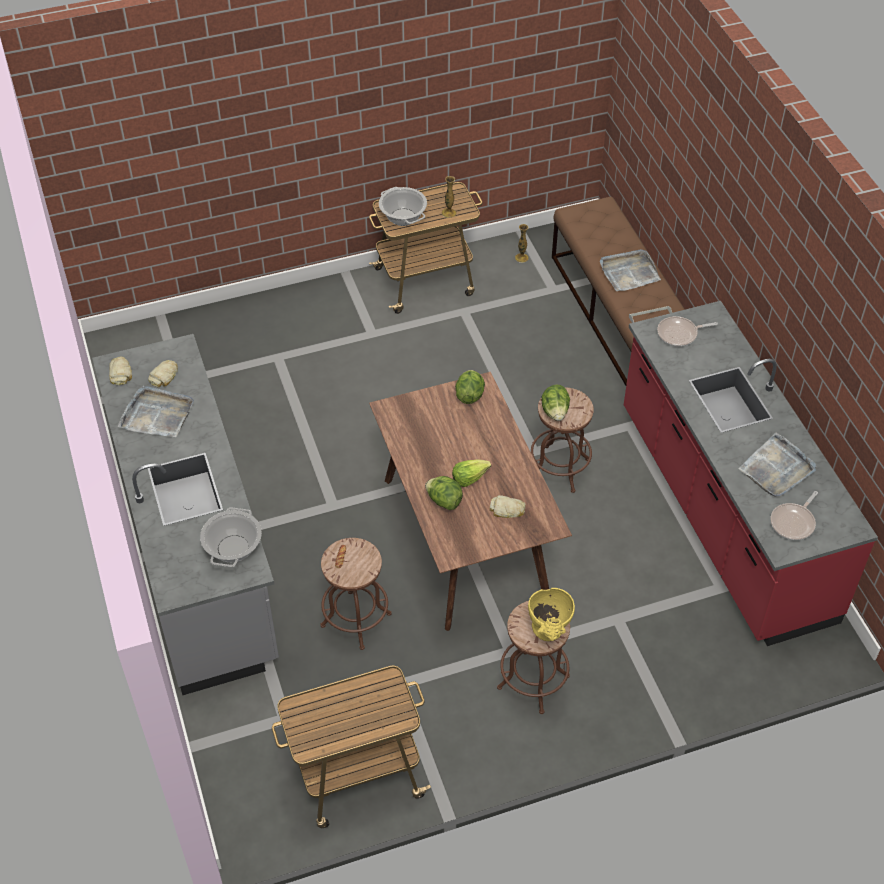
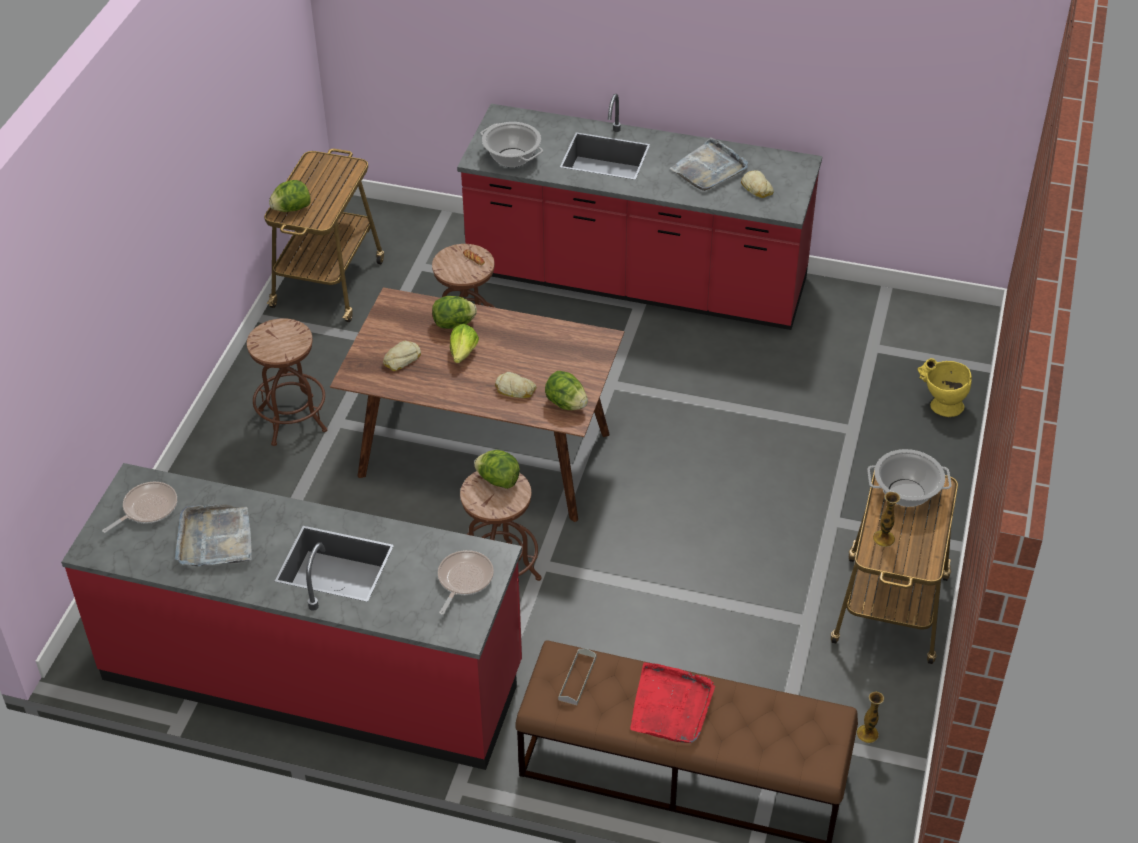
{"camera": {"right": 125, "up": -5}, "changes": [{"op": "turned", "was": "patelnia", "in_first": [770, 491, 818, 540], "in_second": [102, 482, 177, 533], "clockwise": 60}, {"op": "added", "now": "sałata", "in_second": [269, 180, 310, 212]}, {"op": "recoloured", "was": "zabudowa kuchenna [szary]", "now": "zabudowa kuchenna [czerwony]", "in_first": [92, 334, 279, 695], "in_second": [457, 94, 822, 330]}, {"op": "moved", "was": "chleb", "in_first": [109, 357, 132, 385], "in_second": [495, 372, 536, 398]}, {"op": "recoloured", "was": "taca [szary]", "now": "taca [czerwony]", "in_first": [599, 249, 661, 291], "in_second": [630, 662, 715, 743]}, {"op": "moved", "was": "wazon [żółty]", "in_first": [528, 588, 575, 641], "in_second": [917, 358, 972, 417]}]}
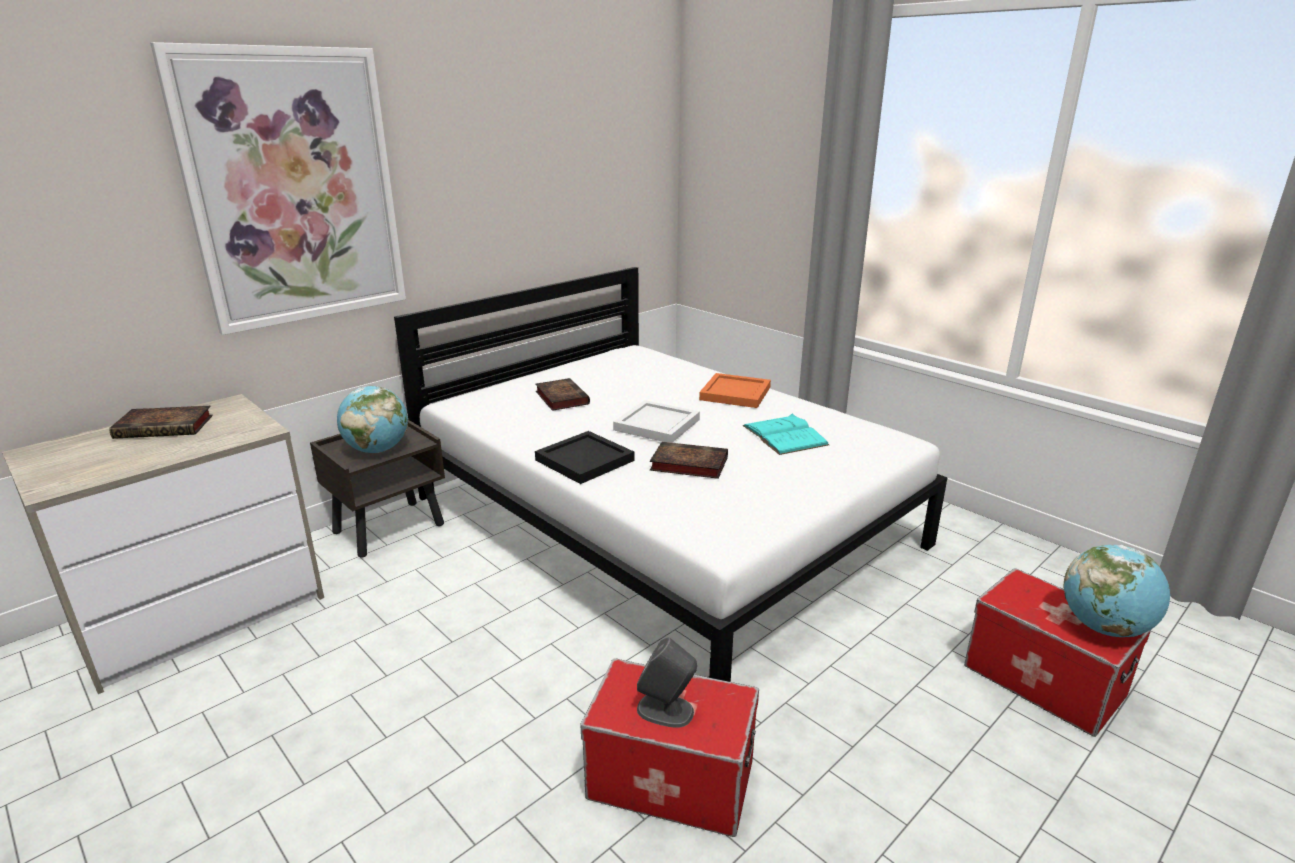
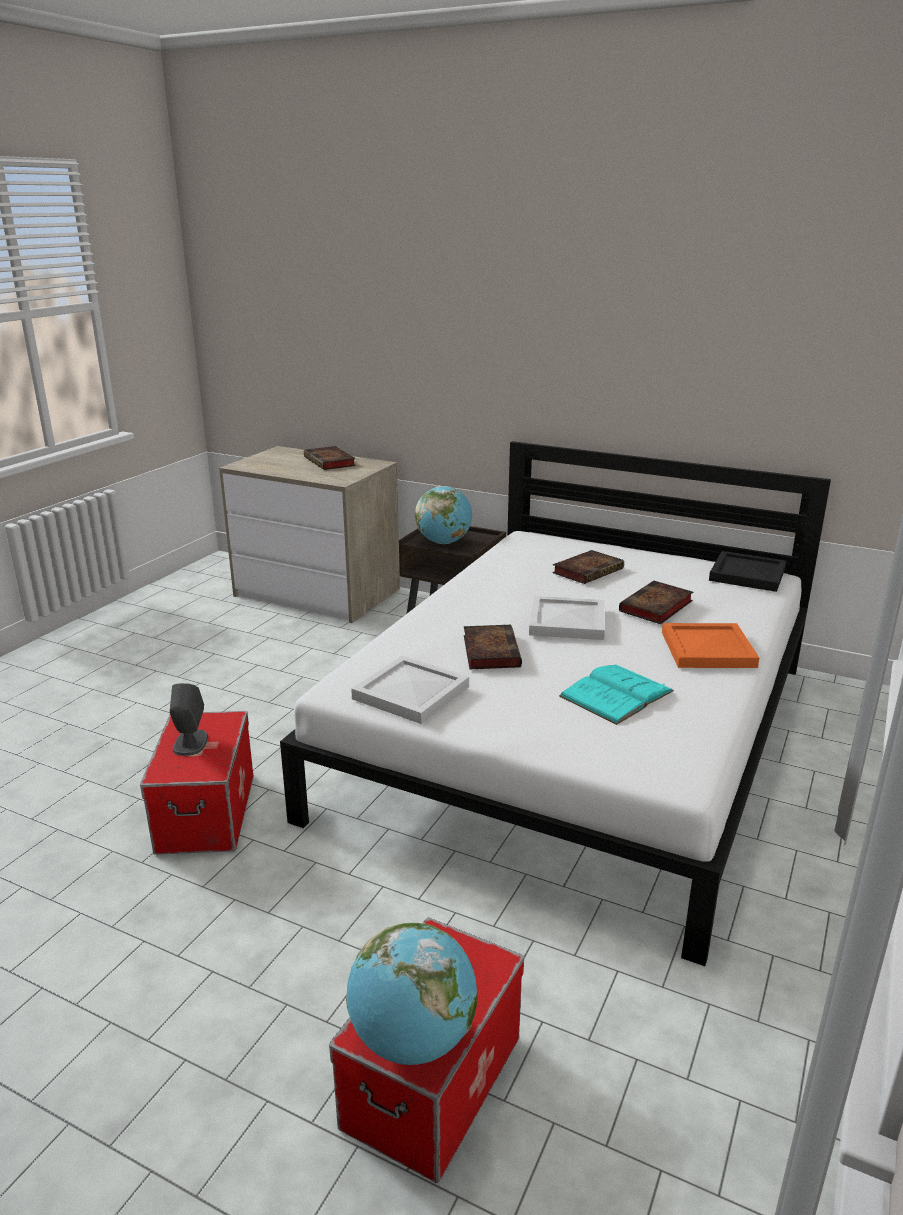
{"camera": {"right": 70, "up": 0}, "changes": [{"op": "added", "now": "taca [biały]", "in_second": [351, 656, 469, 724]}, {"op": "added", "now": "książka", "in_second": [619, 580, 693, 624]}, {"op": "moved", "was": "taca [czarny]", "in_first": [535, 431, 634, 484], "in_second": [709, 551, 786, 592]}, {"op": "removed", "was": "obraz", "in_first": [150, 42, 406, 335]}]}
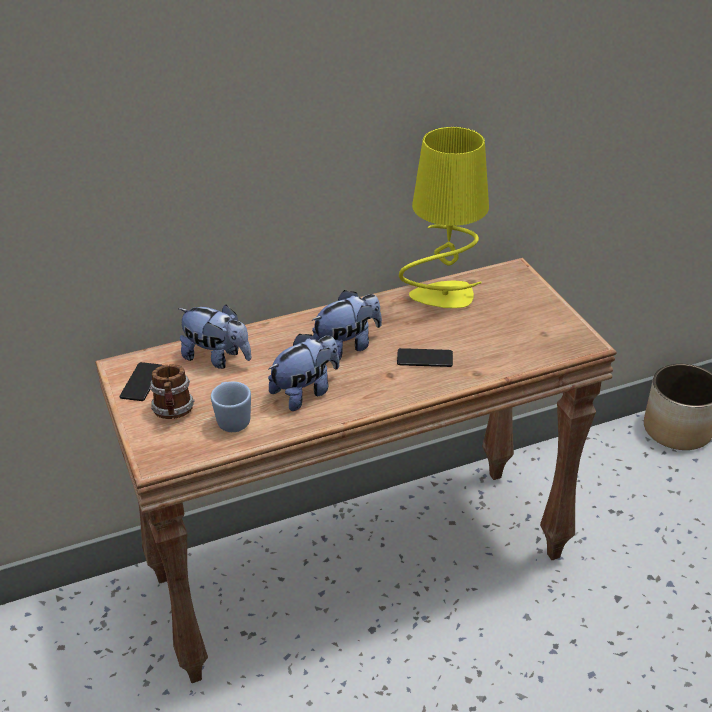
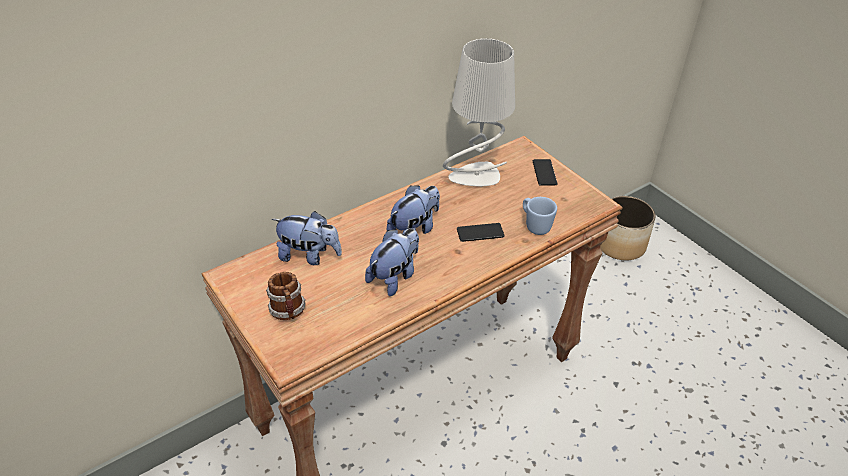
{"camera": {"right": -15, "up": 5}, "changes": [{"op": "recoloured", "was": "lampa stołowa [żółty]", "now": "lampa stołowa [szary]", "in_first": [399, 127, 489, 308], "in_second": [443, 39, 515, 187]}, {"op": "moved", "was": "kubek [niebieski]", "in_first": [211, 382, 251, 432], "in_second": [523, 197, 557, 235]}, {"op": "moved", "was": "telefon", "in_first": [120, 362, 162, 401], "in_second": [533, 159, 557, 186]}]}
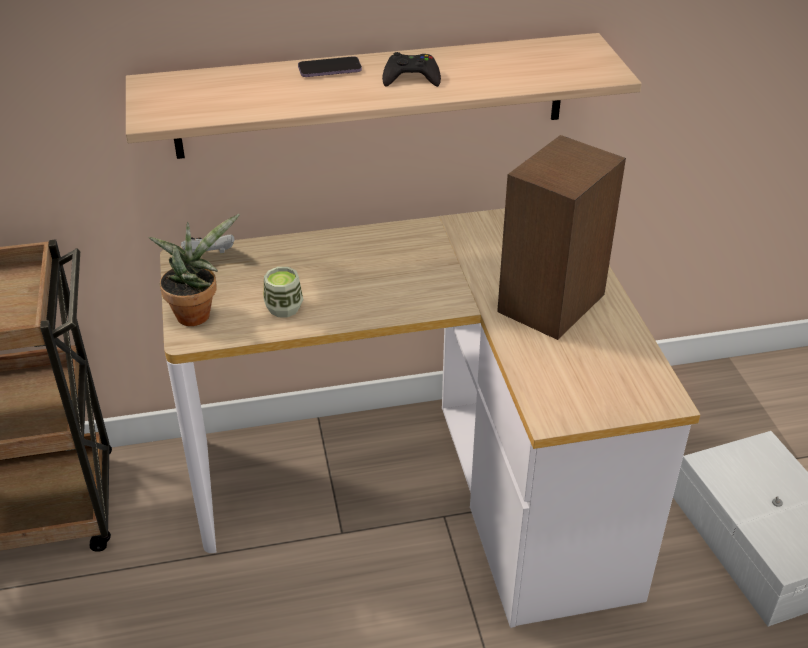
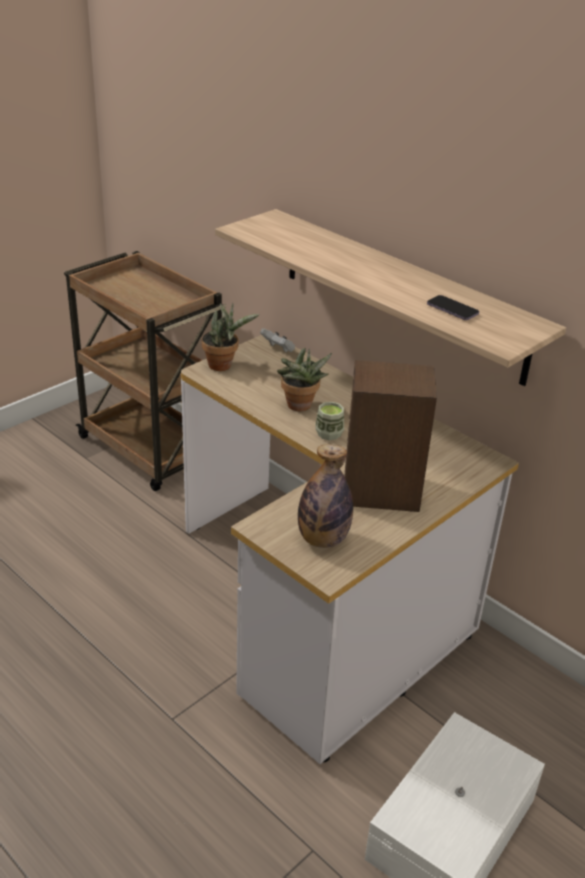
{"camera": {"right": 55, "up": -5}, "changes": [{"op": "added", "now": "roślina doniczkowa", "in_second": [277, 347, 332, 411]}, {"op": "added", "now": "butelka", "in_second": [298, 444, 353, 548]}, {"op": "moved", "was": "filiżanka", "in_first": [264, 267, 303, 317], "in_second": [315, 402, 344, 440]}, {"op": "moved", "was": "telefon", "in_first": [298, 56, 362, 77], "in_second": [427, 295, 479, 320]}, {"op": "removed", "was": "pad do gier [czarny]", "in_first": [382, 52, 441, 87]}]}
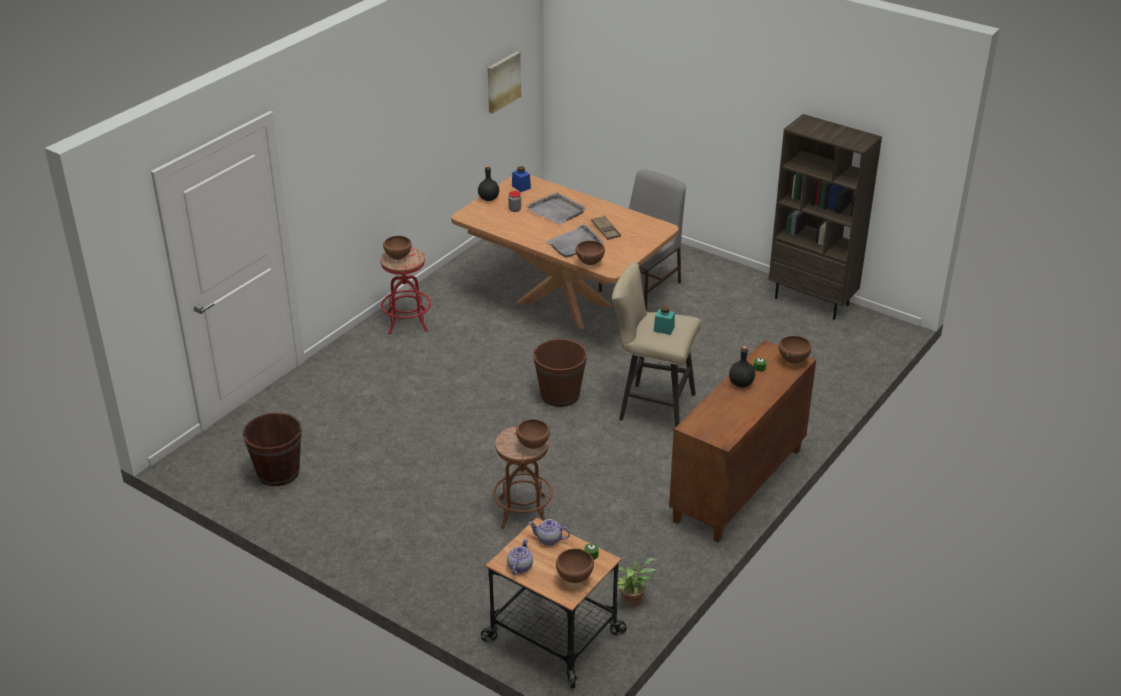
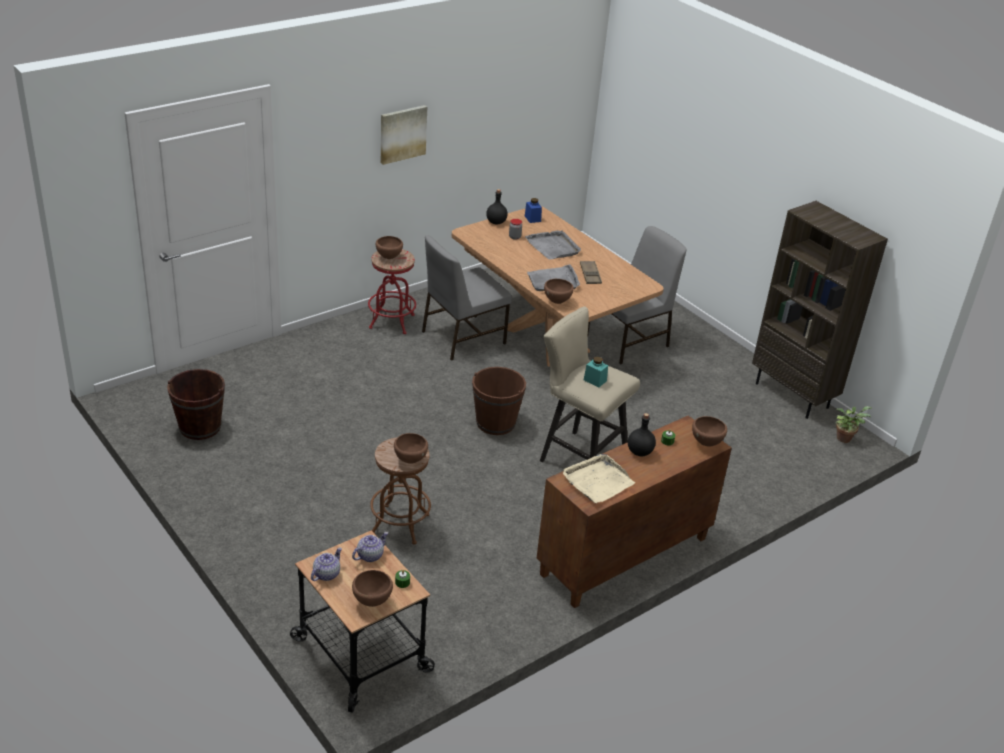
{"camera": {"right": 15, "up": 0}, "changes": [{"op": "turned", "was": "imbryk", "in_first": [529, 519, 570, 546], "in_second": [352, 532, 388, 562], "clockwise": 105}, {"op": "moved", "was": "obraz", "in_first": [488, 51, 521, 114], "in_second": [381, 105, 427, 165]}, {"op": "added", "now": "krzesło [szary]", "in_second": [422, 235, 512, 361]}, {"op": "added", "now": "taca [beżowy]", "in_second": [563, 454, 635, 504]}, {"op": "moved", "was": "roślina doniczkowa", "in_first": [617, 558, 656, 607], "in_second": [835, 406, 872, 443]}]}
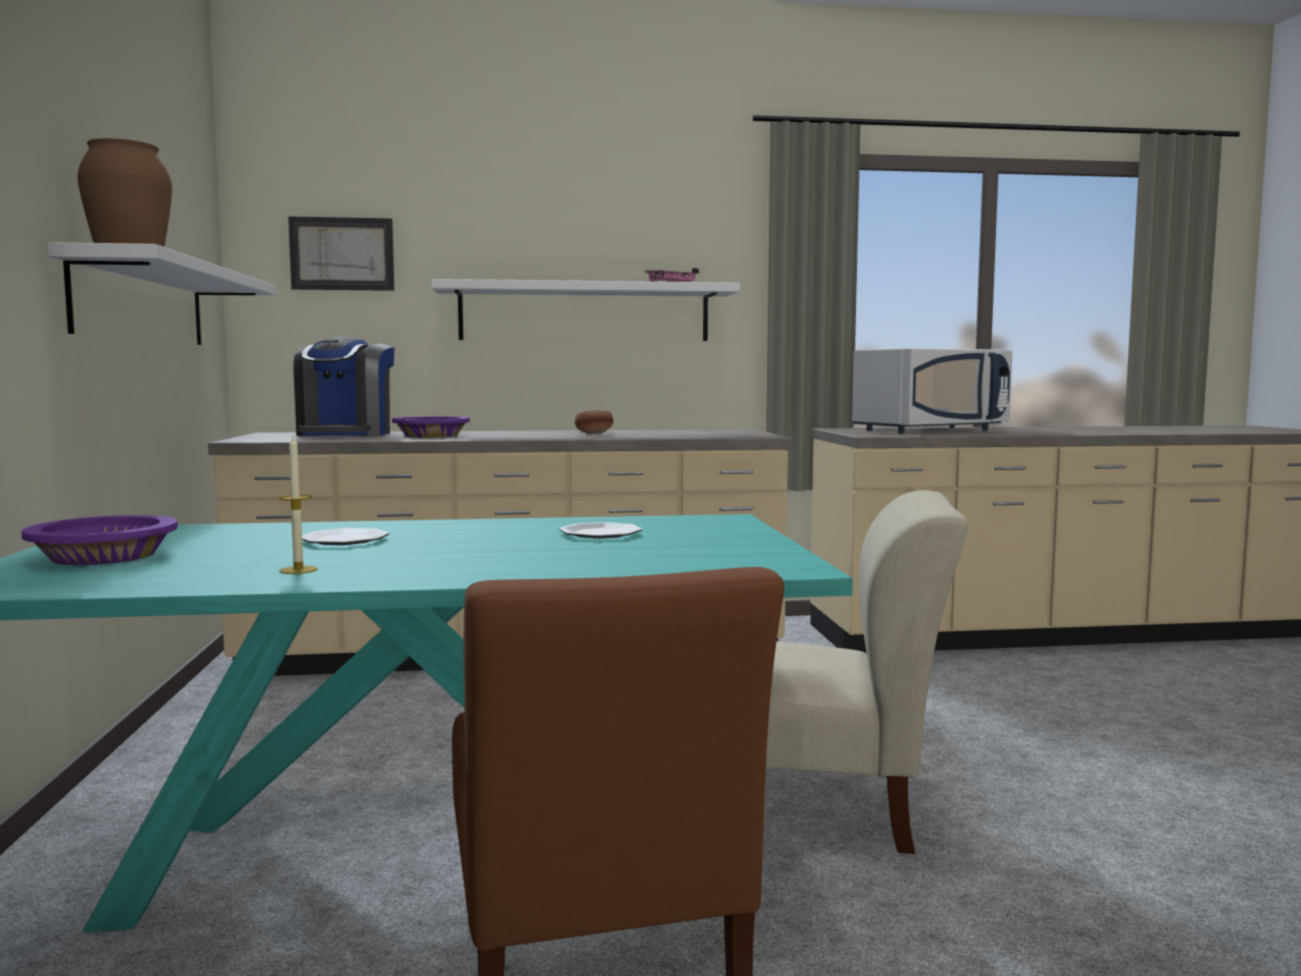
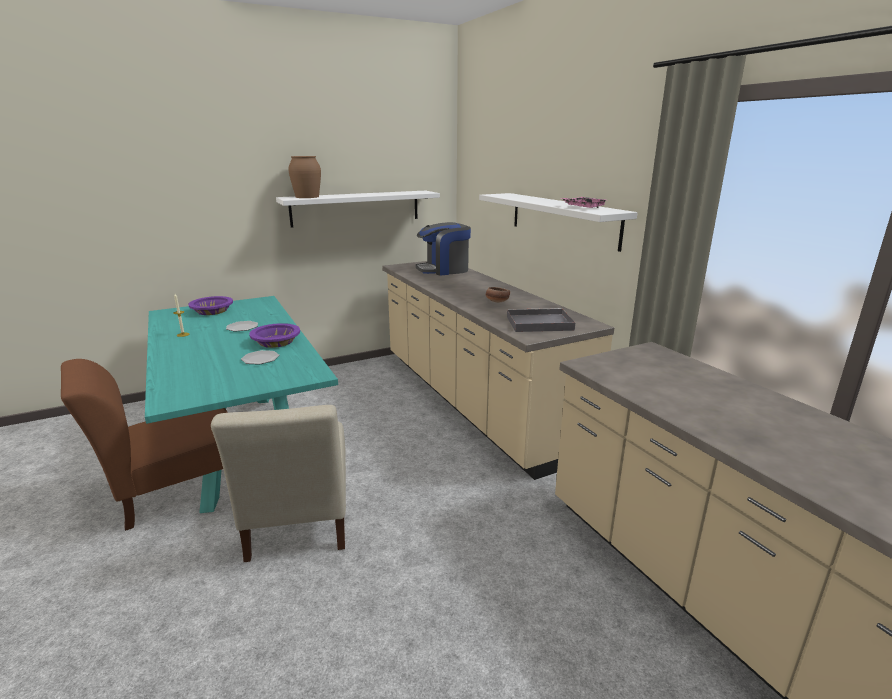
{"camera": {"right": 70, "up": 15}, "changes": [{"op": "moved", "was": "miska [fioletowy]", "in_first": [392, 416, 470, 437], "in_second": [249, 323, 300, 348]}, {"op": "added", "now": "taca [szary]", "in_second": [507, 308, 575, 332]}, {"op": "removed", "was": "obraz", "in_first": [288, 216, 394, 291]}, {"op": "removed", "was": "mikrofalówka [biały]", "in_first": [852, 348, 1013, 433]}]}
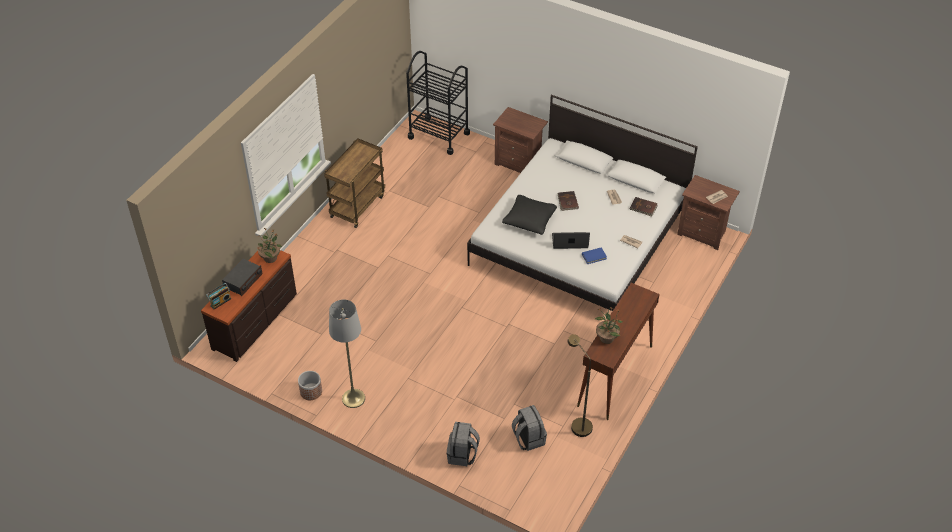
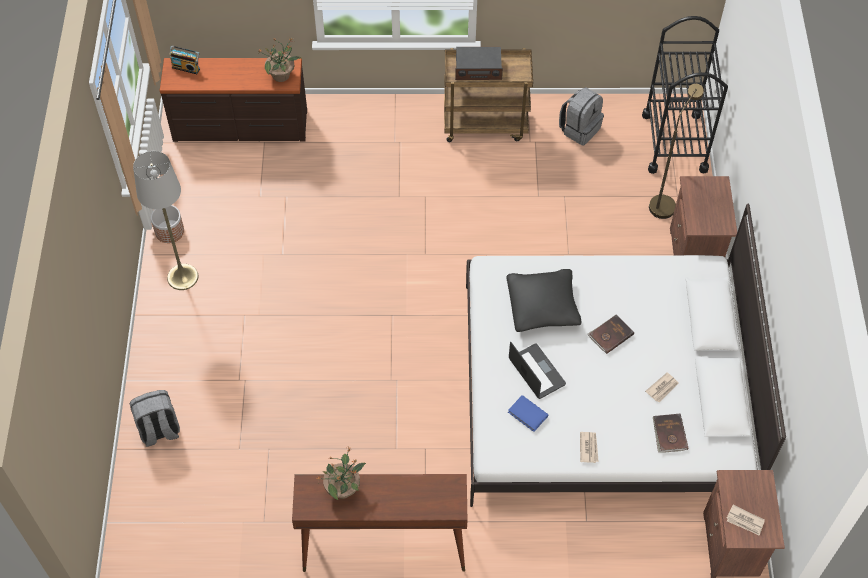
{"camera": {"right": 60, "up": 10}, "changes": [{"op": "moved", "was": "radio", "in_first": [222, 258, 263, 297], "in_second": [455, 47, 503, 80]}, {"op": "moved", "was": "plecak [szary]", "in_first": [512, 405, 547, 451], "in_second": [559, 87, 604, 145]}, {"op": "moved", "was": "lampa stojąca [brązowy]", "in_first": [568, 334, 593, 437], "in_second": [649, 84, 704, 219]}]}
